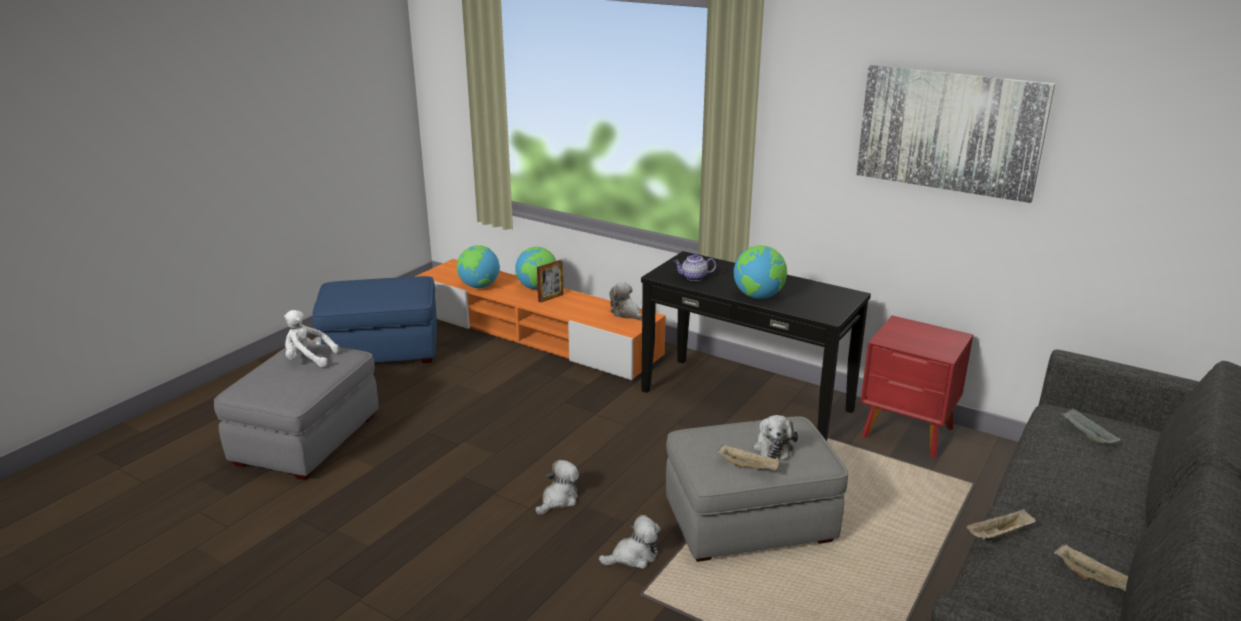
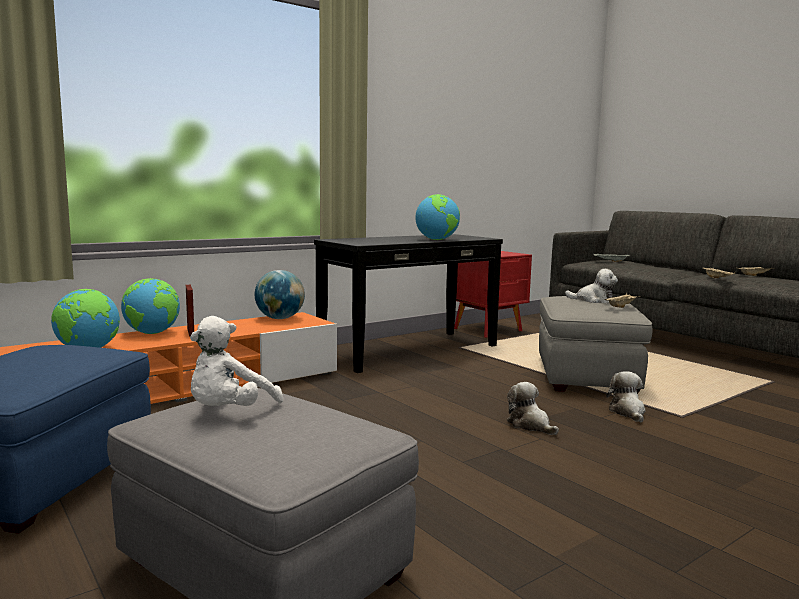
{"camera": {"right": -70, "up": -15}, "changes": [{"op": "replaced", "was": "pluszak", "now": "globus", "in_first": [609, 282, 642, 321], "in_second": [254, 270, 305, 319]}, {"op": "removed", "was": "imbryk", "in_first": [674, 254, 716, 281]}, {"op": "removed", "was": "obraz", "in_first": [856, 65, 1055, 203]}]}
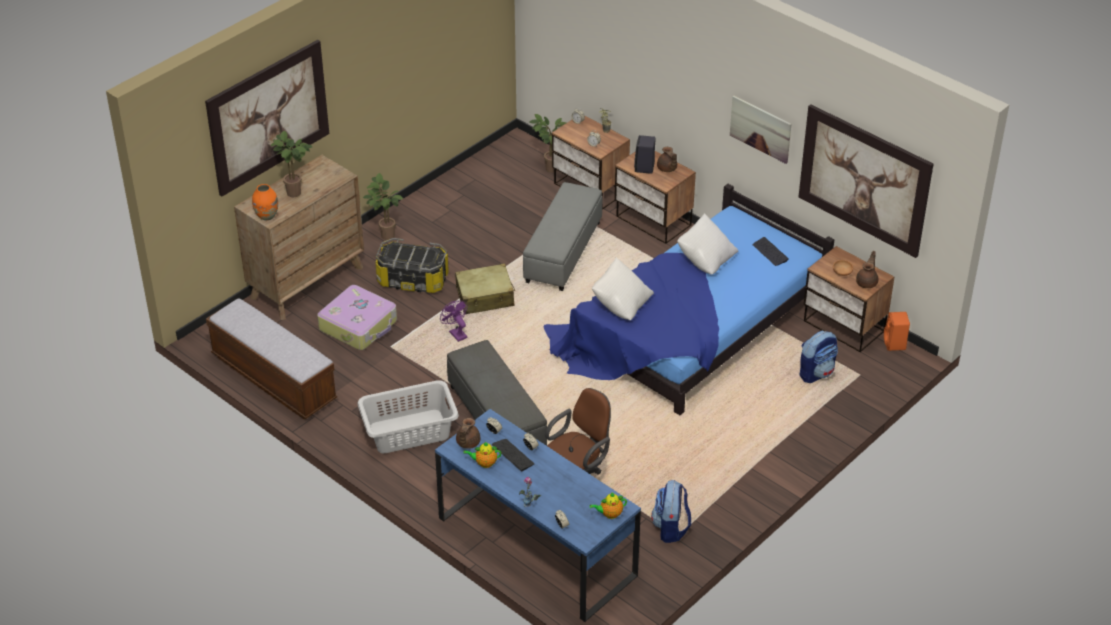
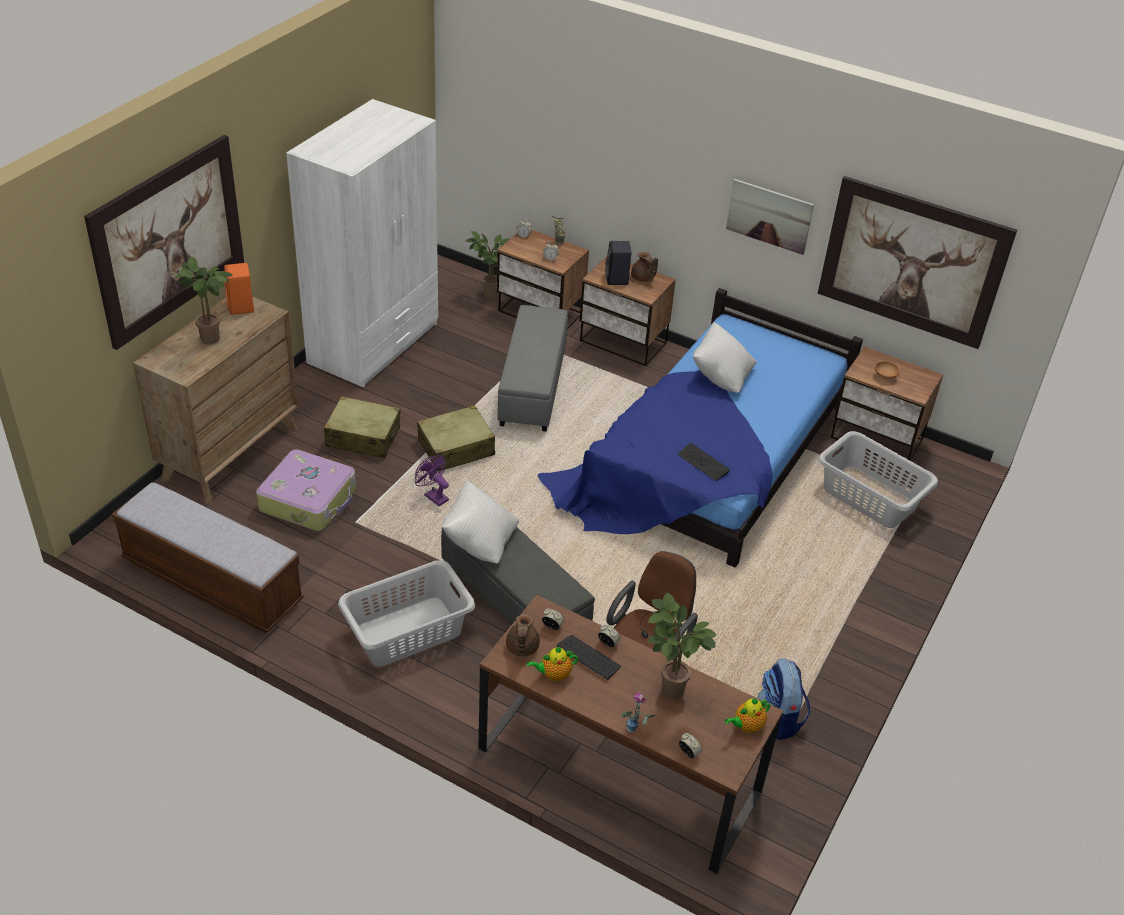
{"camera": {"right": -15, "up": 0}, "changes": [{"op": "moved", "was": "głośnik [pomarańczowy]", "in_first": [884, 312, 910, 351], "in_second": [224, 263, 254, 315]}, {"op": "added", "now": "szafa [biały]", "in_second": [286, 99, 438, 388]}, {"op": "replaced", "was": "pojemnik do przechowywania", "now": "walizka [beżowy]", "in_first": [375, 238, 449, 293], "in_second": [324, 396, 400, 458]}, {"op": "moved", "was": "poduszka [biały]", "in_first": [592, 257, 654, 320], "in_second": [442, 479, 520, 563]}, {"op": "recoloured", "was": "biurko [niebieski]", "now": "biurko [brązowy]", "in_first": [435, 409, 641, 622], "in_second": [479, 595, 783, 874]}, {"op": "moved", "was": "roślina doniczkowa", "in_first": [363, 173, 403, 240], "in_second": [648, 593, 716, 699]}, {"op": "moved", "was": "klawiatura", "in_first": [752, 237, 789, 266], "in_second": [678, 443, 730, 481]}, {"op": "replaced", "was": "plecak", "now": "kosz na pranie [szary]", "in_first": [800, 331, 838, 383], "in_second": [818, 431, 938, 528]}, {"op": "removed", "was": "wazon [pomarańczowy]", "in_first": [252, 184, 278, 220]}, {"op": "removed", "was": "imbryk [brązowy]", "in_first": [856, 251, 878, 288]}]}
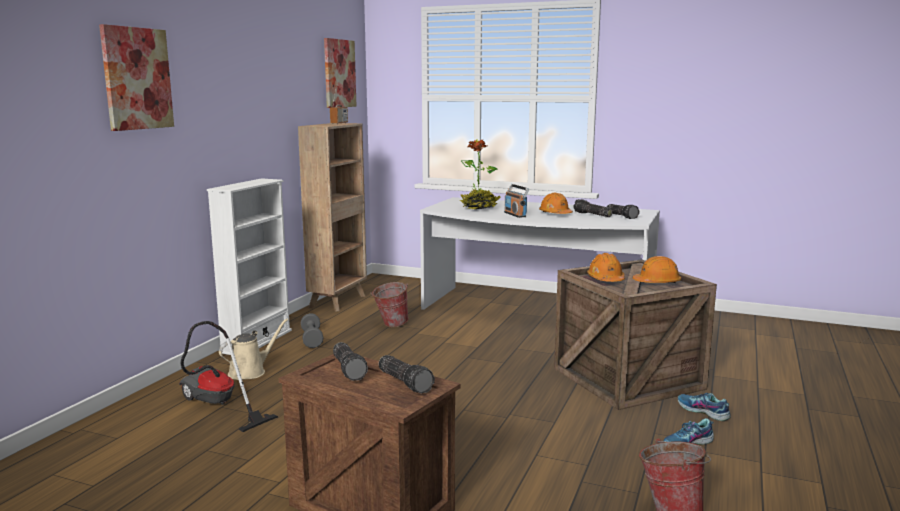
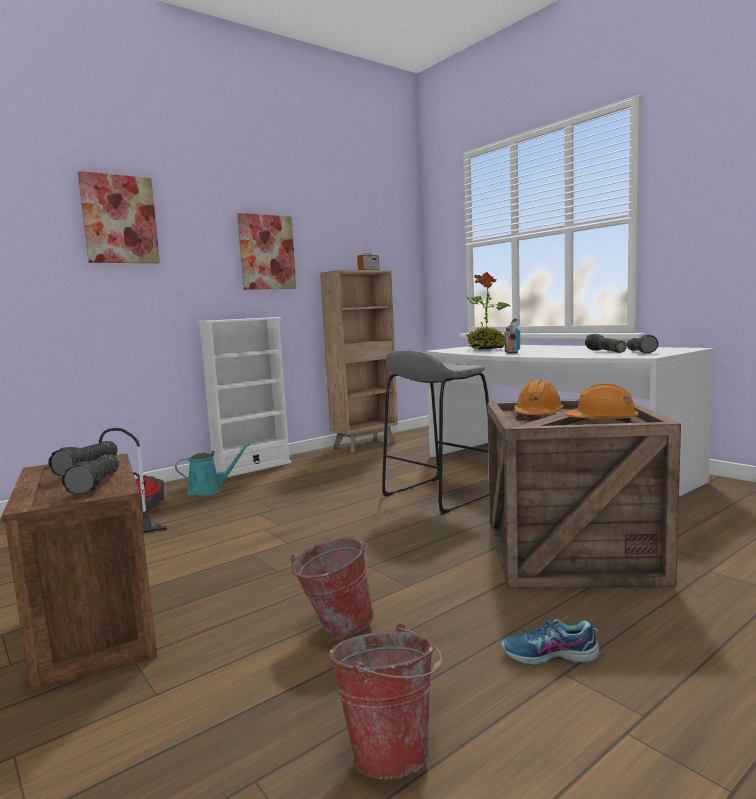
{"camera": {"right": 30, "up": -5}, "changes": [{"op": "recoloured", "was": "konewka [beżowy]", "now": "konewka [turkusowy]", "in_first": [219, 318, 288, 380], "in_second": [175, 444, 250, 496]}, {"op": "moved", "was": "obraz", "in_first": [324, 38, 357, 108], "in_second": [237, 213, 296, 290]}, {"op": "moved", "was": "wiadro", "in_first": [371, 282, 409, 327], "in_second": [290, 537, 374, 638]}, {"op": "added", "now": "stołek [szary]", "in_second": [382, 350, 489, 514]}, {"op": "removed", "was": "hantel [szary]", "in_first": [301, 313, 323, 348]}, {"op": "removed", "was": "kask [pomarańczowy]", "in_first": [539, 193, 573, 214]}, {"op": "removed", "was": "but", "in_first": [678, 393, 731, 421]}]}
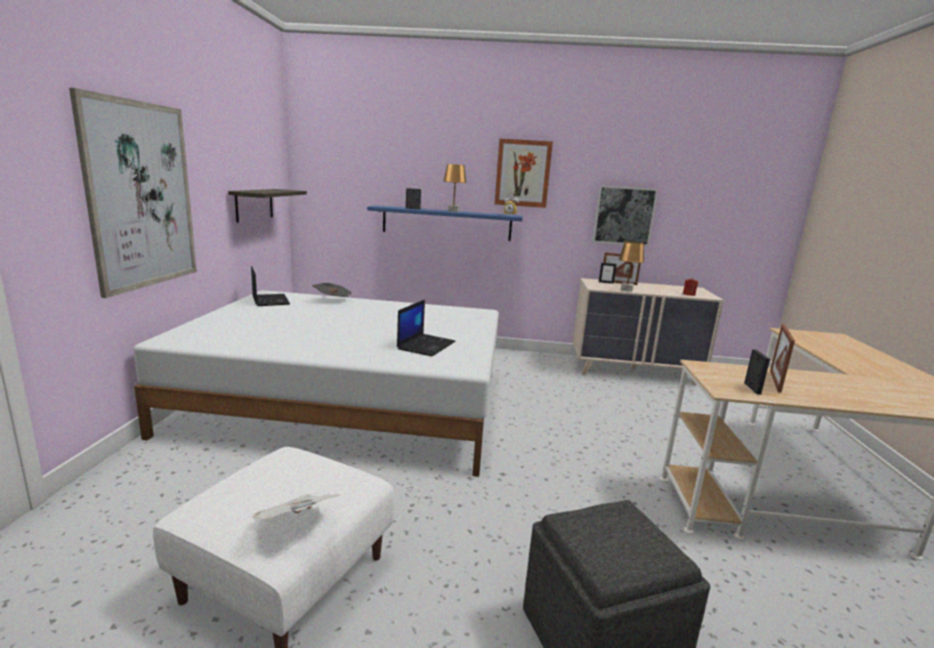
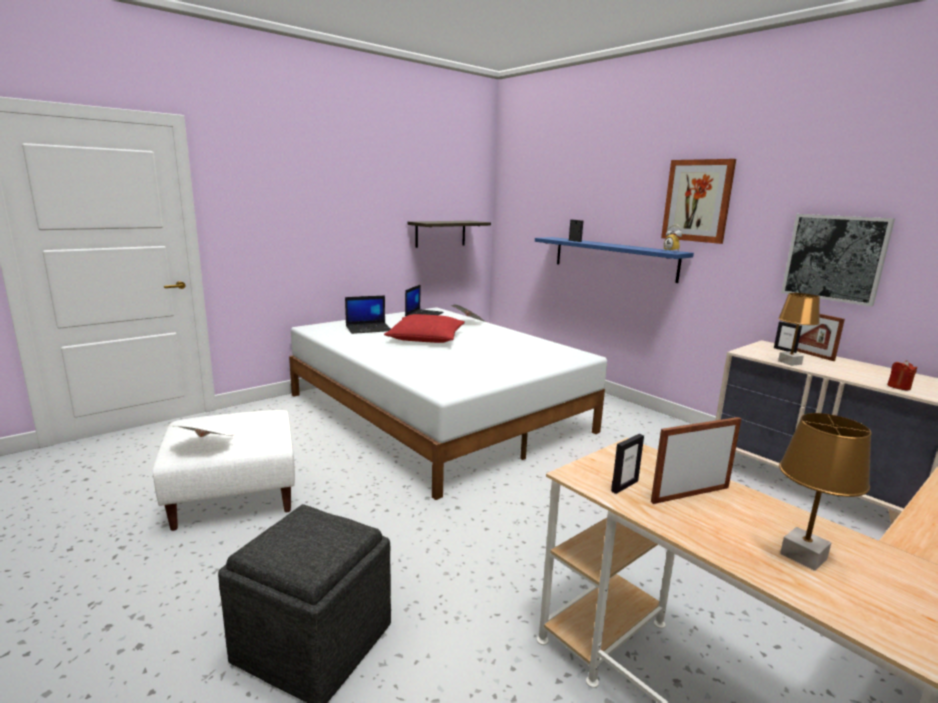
{"camera": {"right": 45, "up": 0}, "changes": [{"op": "moved", "was": "laptop", "in_first": [397, 300, 456, 356], "in_second": [345, 296, 391, 334]}, {"op": "added", "now": "poduszka [czerwony]", "in_second": [384, 314, 465, 343]}, {"op": "moved", "was": "lampa stołowa [brązowy]", "in_first": [443, 164, 467, 212], "in_second": [779, 413, 871, 571]}, {"op": "removed", "was": "obraz", "in_first": [69, 88, 197, 298]}]}
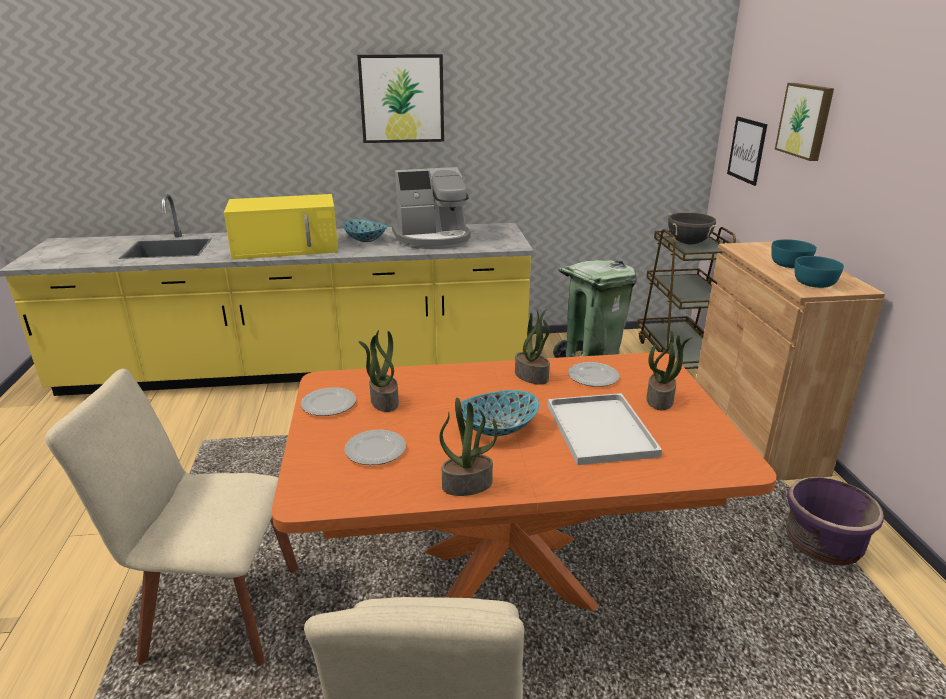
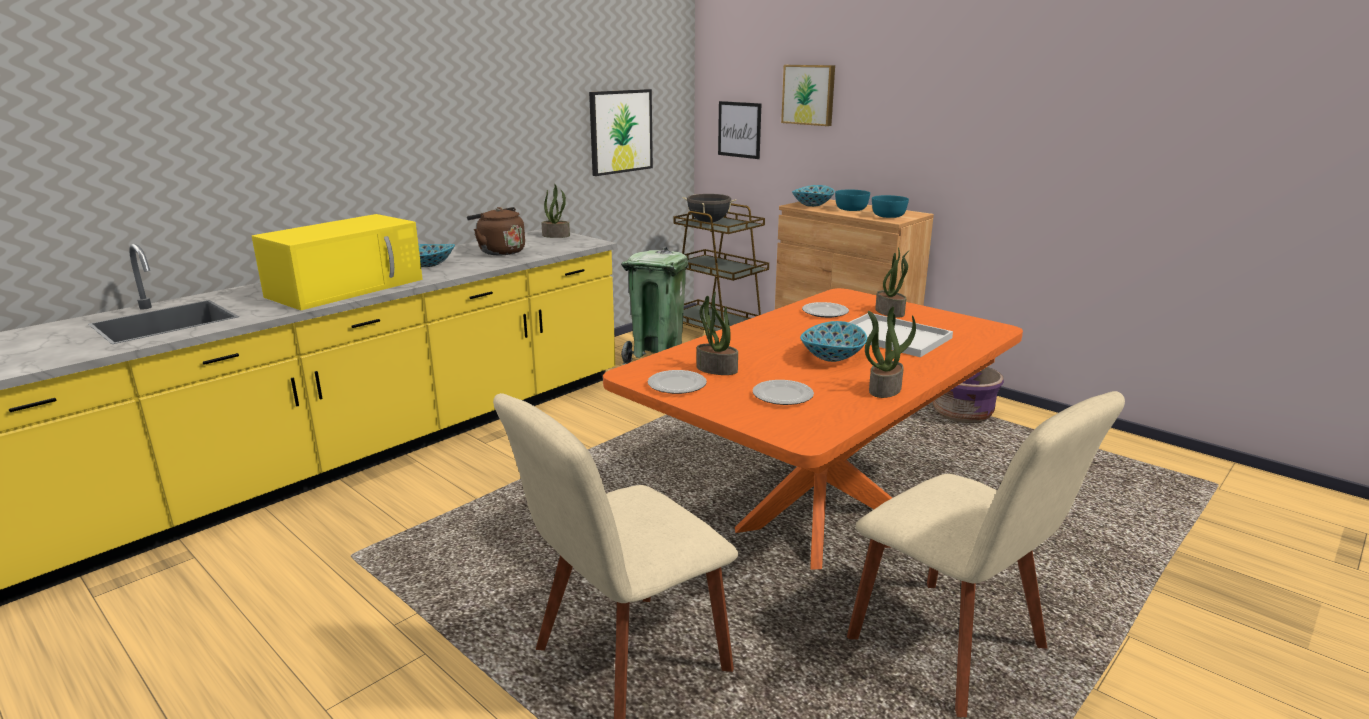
{"camera": {"right": -40, "up": -5}, "changes": [{"op": "replaced", "was": "ekspres do kawy", "now": "czajnik [brązowy]", "in_first": [392, 167, 470, 249], "in_second": [467, 207, 525, 255]}, {"op": "moved", "was": "roślina doniczkowa", "in_first": [515, 309, 550, 384], "in_second": [541, 184, 570, 238]}, {"op": "moved", "was": "obraz", "in_first": [357, 54, 444, 143], "in_second": [589, 89, 653, 176]}, {"op": "added", "now": "miska", "in_second": [792, 185, 835, 207]}]}
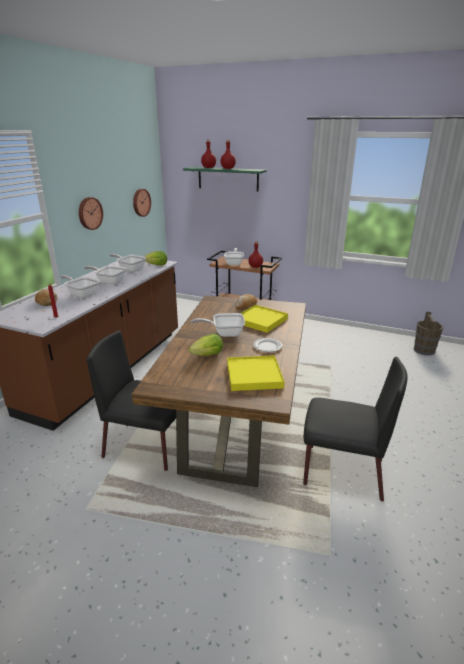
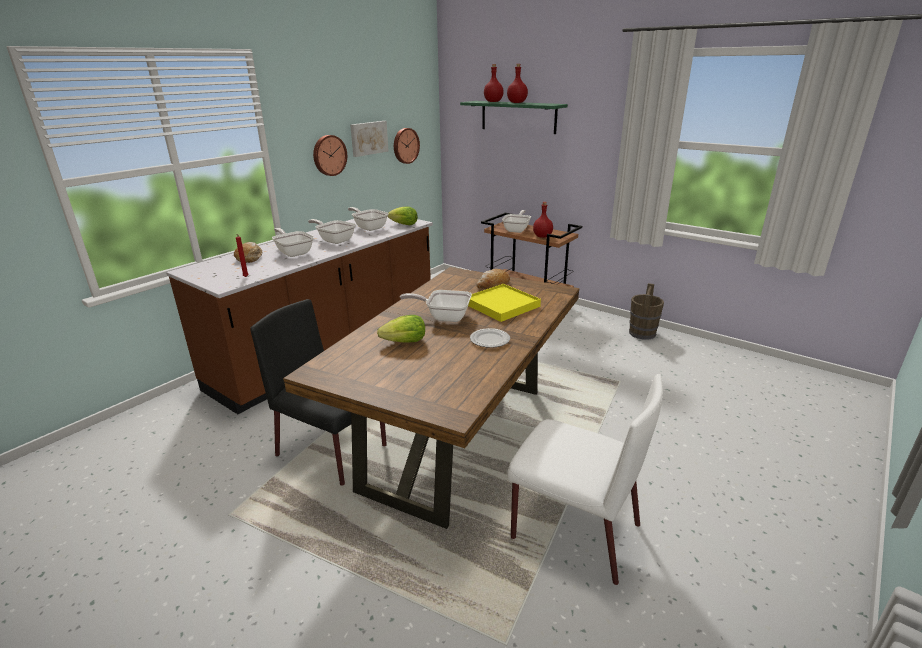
{"camera": {"right": 15, "up": 0}, "changes": [{"op": "added", "now": "obraz", "in_second": [350, 121, 389, 157]}, {"op": "recoloured", "was": "krzesło [czarny]", "now": "krzesło [biały]", "in_first": [303, 357, 408, 501], "in_second": [507, 374, 663, 585]}, {"op": "moved", "was": "wiadro [brązowy]", "in_first": [414, 312, 443, 356], "in_second": [629, 283, 664, 340]}, {"op": "removed", "was": "taca [żółty]", "in_first": [227, 355, 284, 391]}]}
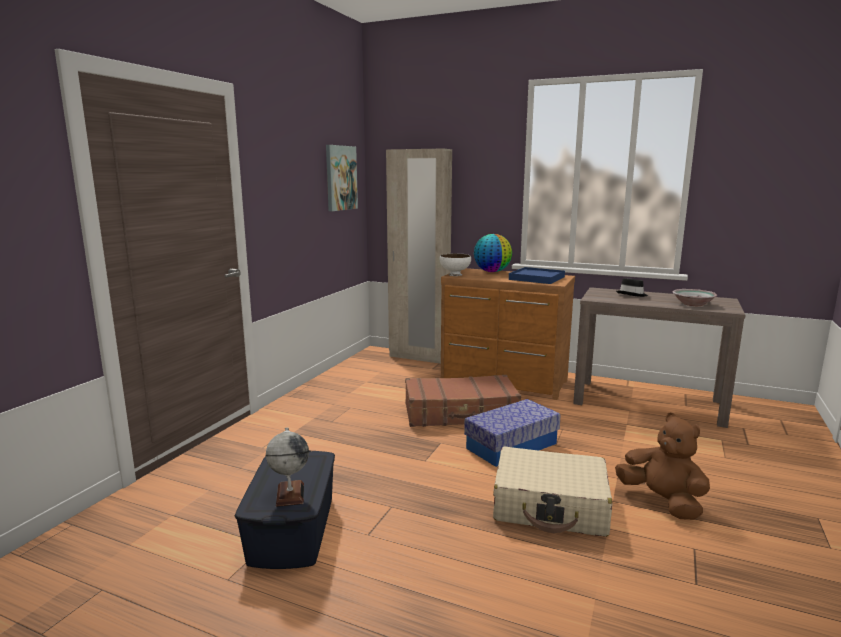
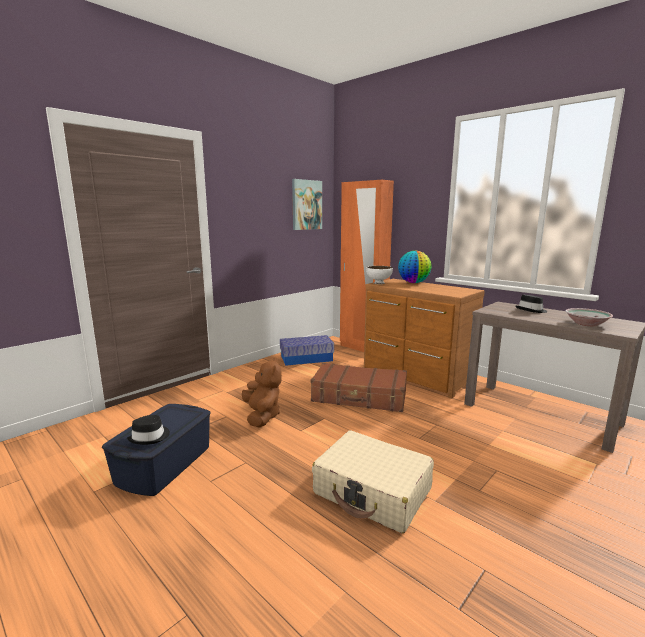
{"camera": {"right": 20, "up": 0}, "changes": [{"op": "replaced", "was": "globus", "now": "kapelusz [czarny]", "in_first": [266, 428, 309, 507], "in_second": [127, 415, 170, 445]}, {"op": "moved", "was": "pluszak [brązowy]", "in_first": [615, 412, 710, 520], "in_second": [242, 358, 282, 428]}, {"op": "moved", "was": "pojemnik do przechowywania", "in_first": [464, 399, 561, 467], "in_second": [280, 335, 334, 366]}, {"op": "recoloured", "was": "szafa [beżowy]", "now": "szafa [pomarańczowy]", "in_first": [386, 149, 452, 364], "in_second": [340, 180, 394, 352]}, {"op": "removed", "was": "taca [niebieski]", "in_first": [509, 267, 565, 284]}]}
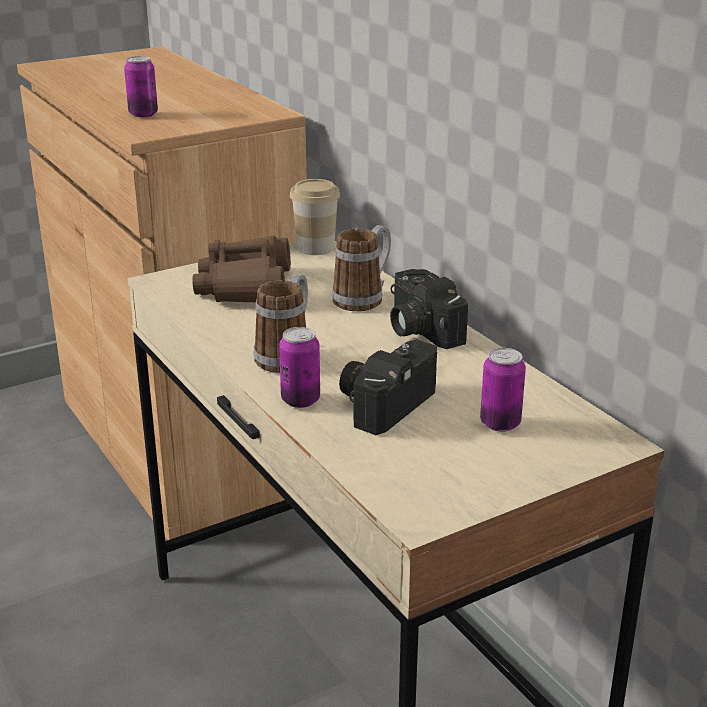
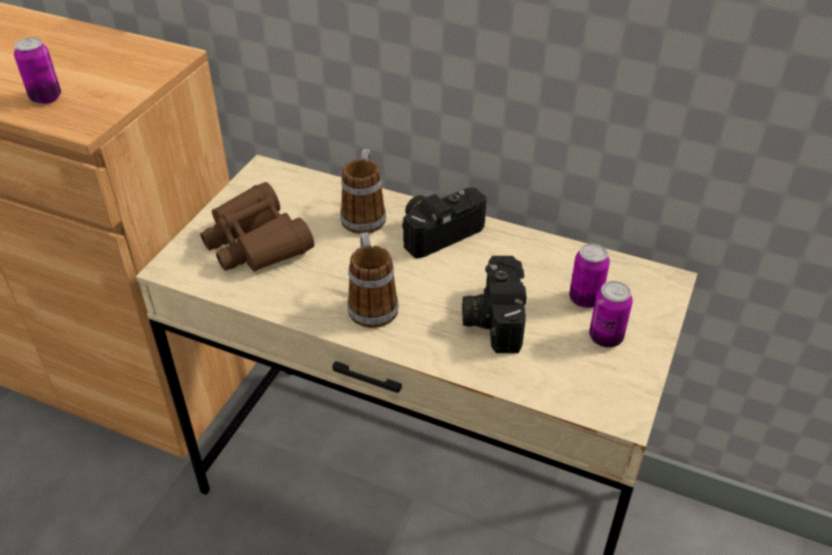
{"camera": {"right": -35, "up": 15}, "changes": [{"op": "turned", "was": "aparat fotograficzny", "in_first": [390, 269, 468, 349], "in_second": [402, 188, 486, 258], "clockwise": 120}, {"op": "moved", "was": "puszka", "in_first": [279, 327, 320, 408], "in_second": [589, 281, 633, 348]}, {"op": "removed", "was": "filiżanka", "in_first": [290, 179, 340, 255]}]}
